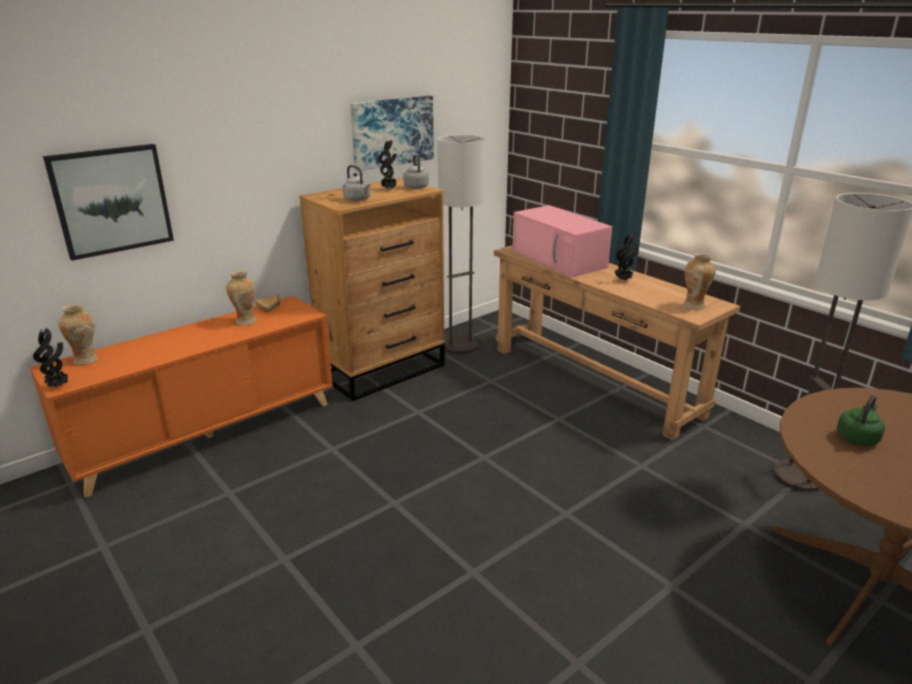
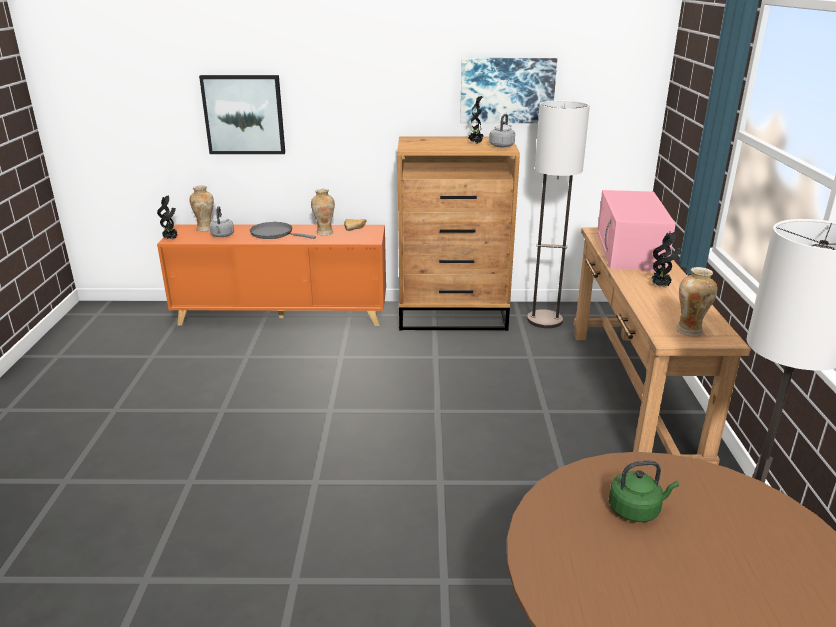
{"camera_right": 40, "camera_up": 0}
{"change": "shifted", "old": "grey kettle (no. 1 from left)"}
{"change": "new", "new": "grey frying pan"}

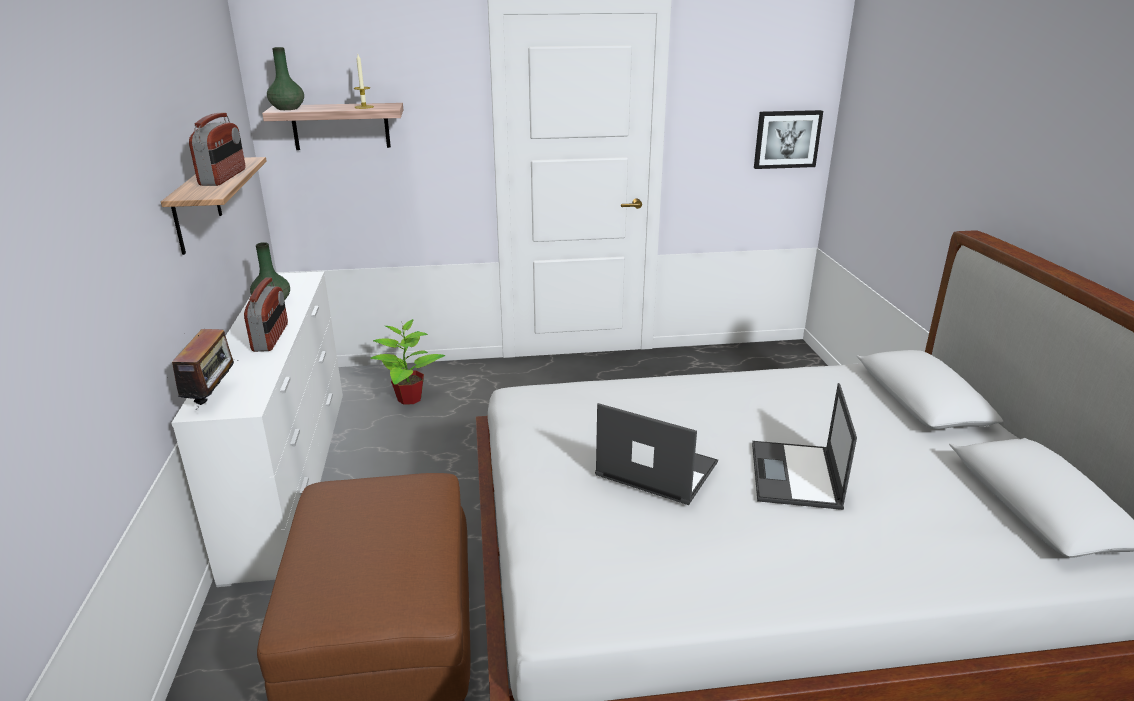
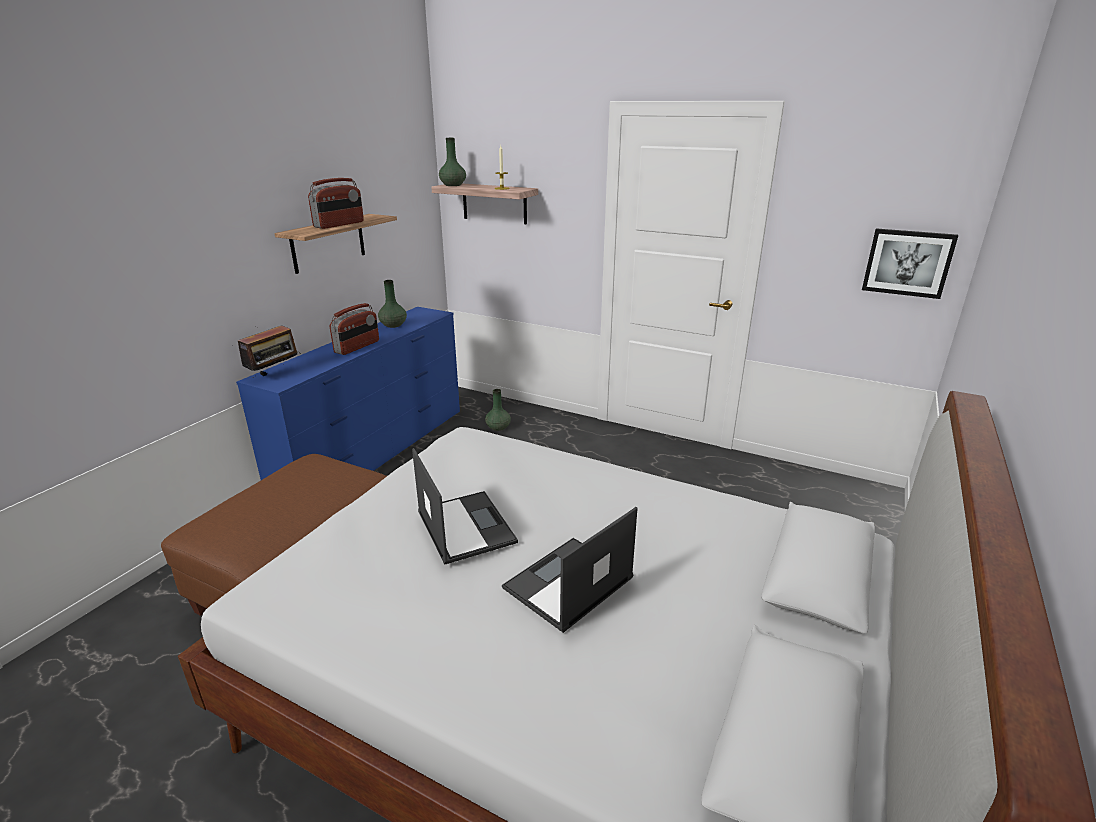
{"camera_right": 35, "camera_up": 0}
{"change": "repainted", "old": "white dresser", "new": "blue dresser"}
{"change": "swapped", "old": "potted plant", "new": "green vase (no. 3 from left)"}

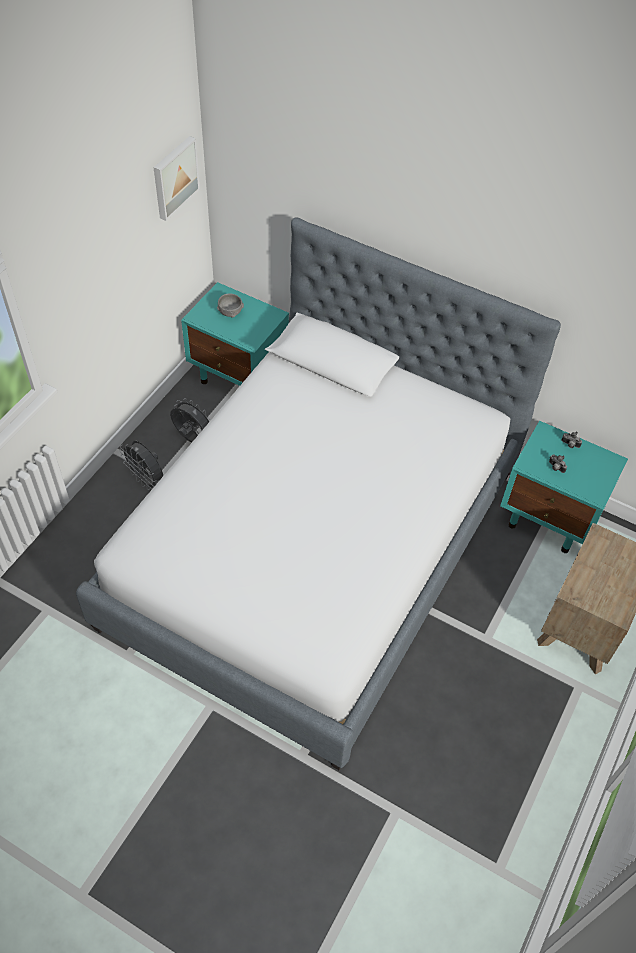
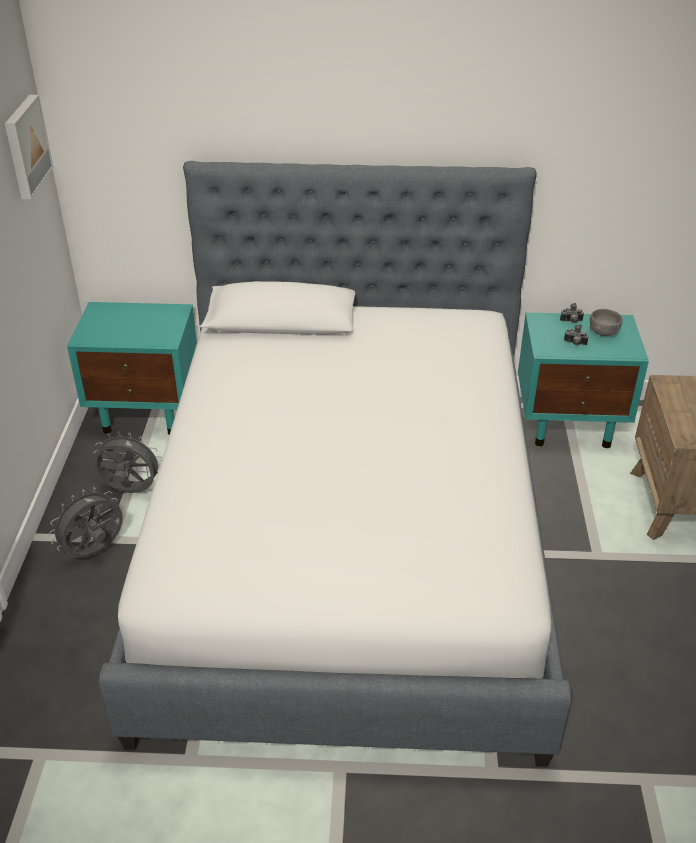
{"camera_right": -25, "camera_up": -15}
{"change": "rotated", "old": "grey fan (no. 1 from left)", "degrees": 120}
{"change": "shifted", "old": "grey bowl"}

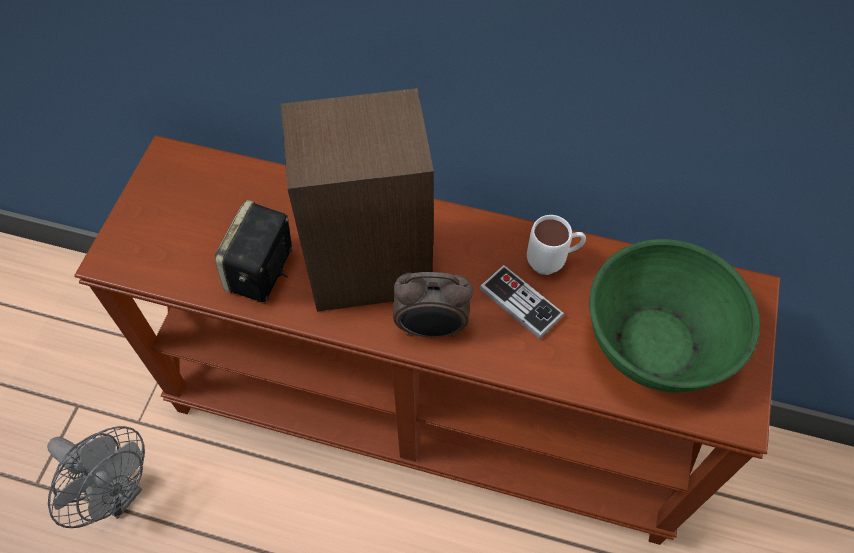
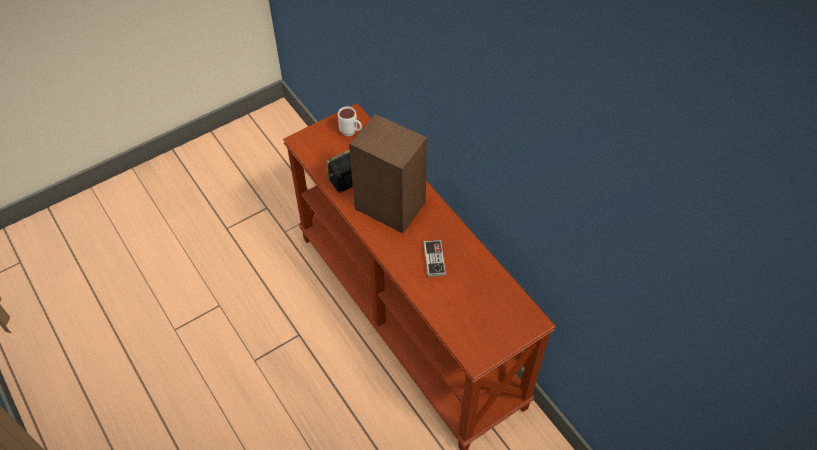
{"camera_right": 40, "camera_up": -5}
{"change": "gone", "old": "grey fan"}
{"change": "gone", "old": "alarm clock"}
{"change": "shifted", "old": "white mug"}
{"change": "gone", "old": "green bowl"}

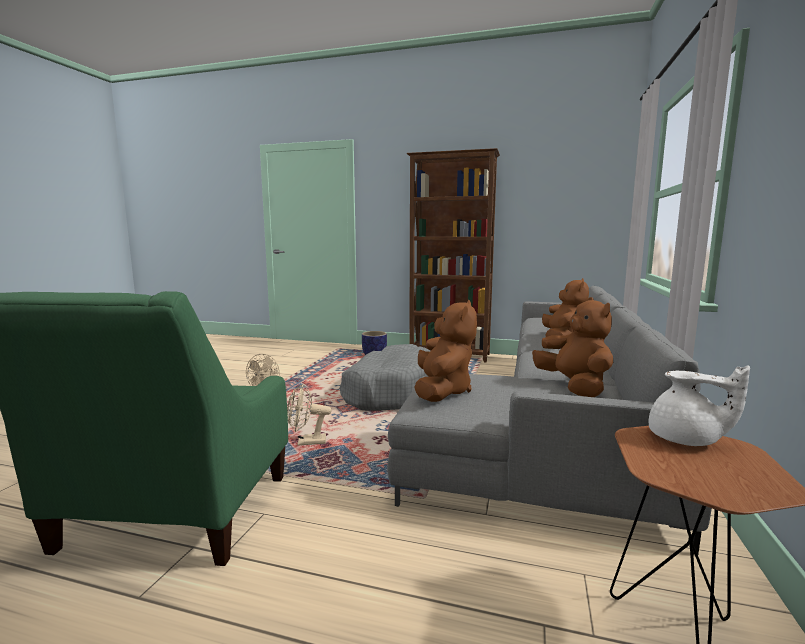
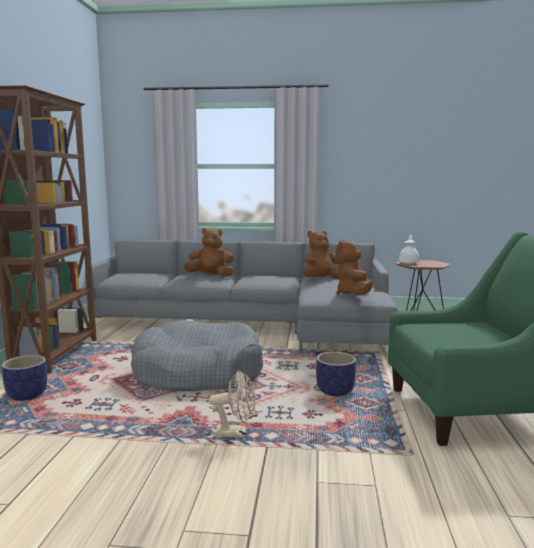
{"camera_right": -100, "camera_up": 0}
{"change": "swapped", "old": "beige fan (no. 2 from left)", "new": "planter (no. 2 from left)"}
{"change": "rotated", "old": "brown plush toy (no. 1 from left in the first image)", "degrees": -75}

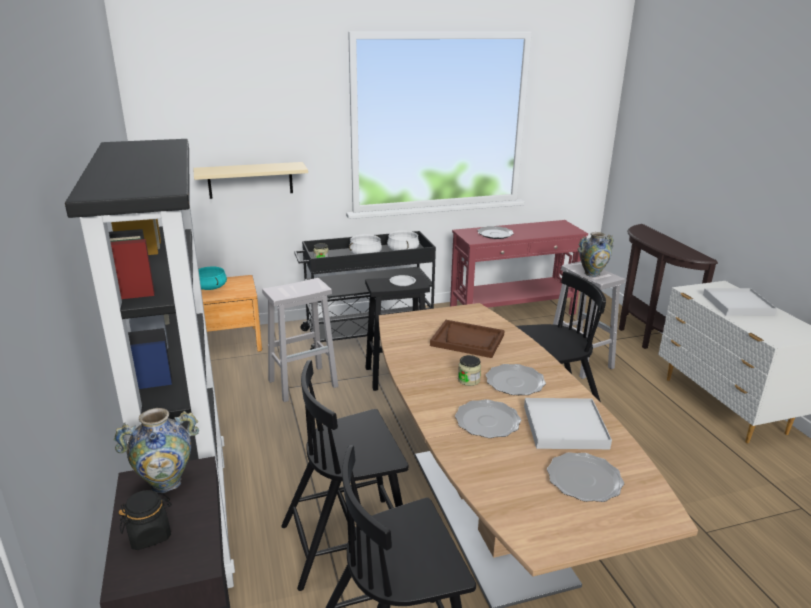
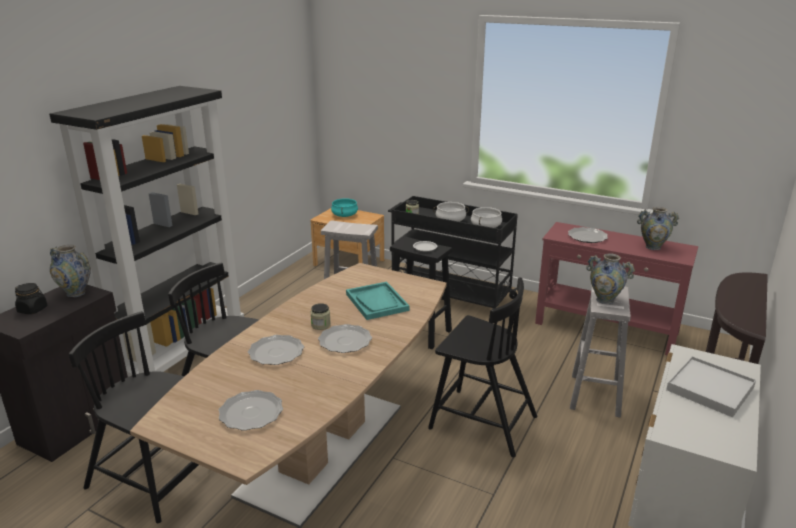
{"camera_right": 45, "camera_up": 0}
{"change": "gone", "old": "beige shelf"}
{"change": "repainted", "old": "brown tray", "new": "turquoise tray"}
{"change": "gone", "old": "white tray (no. 1 from left)"}
{"change": "new", "new": "vase (no. 3 from left)"}

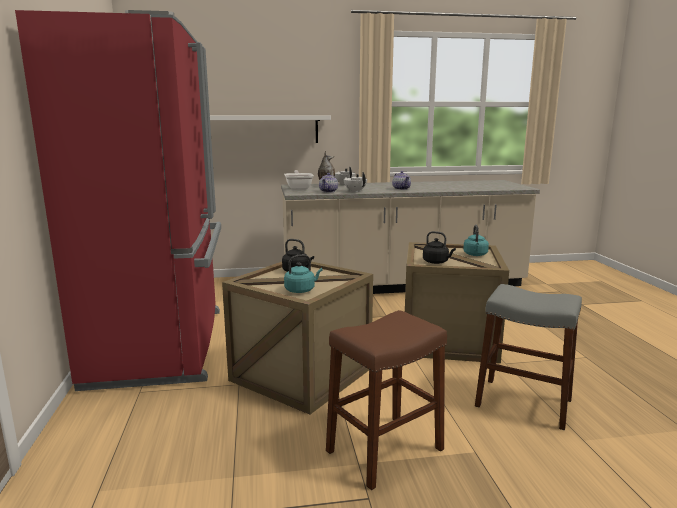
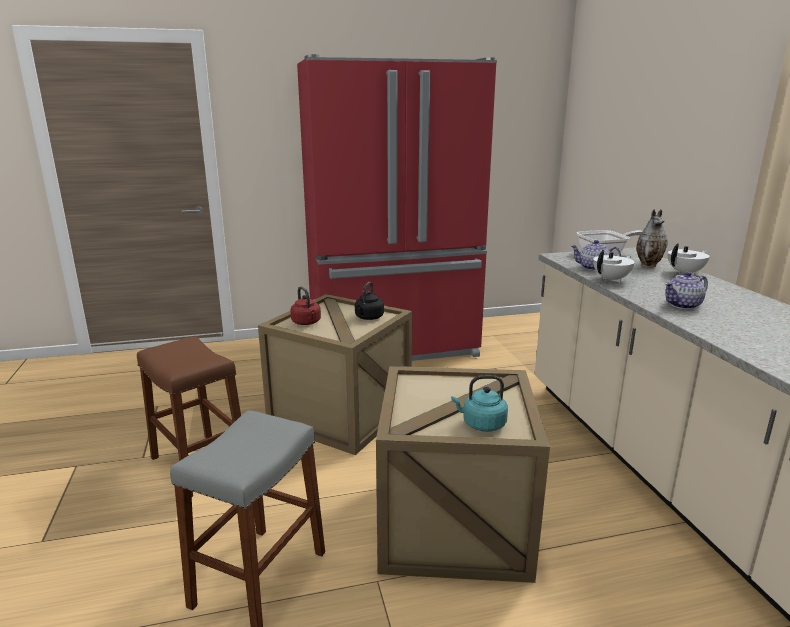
{"camera_right": 85, "camera_up": 5}
{"change": "gone", "old": "white shelf"}
{"change": "repainted", "old": "turquoise kettle (no. 1 from left)", "new": "red kettle"}
{"change": "gone", "old": "black kettle (no. 2 from left)"}

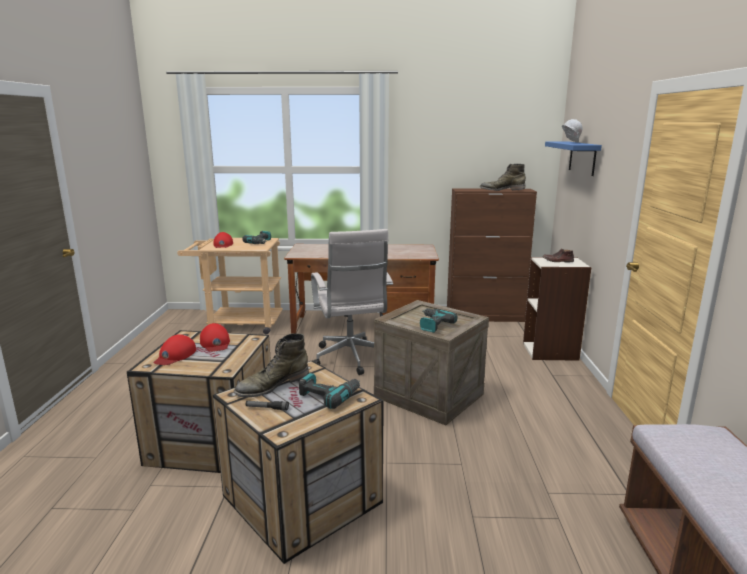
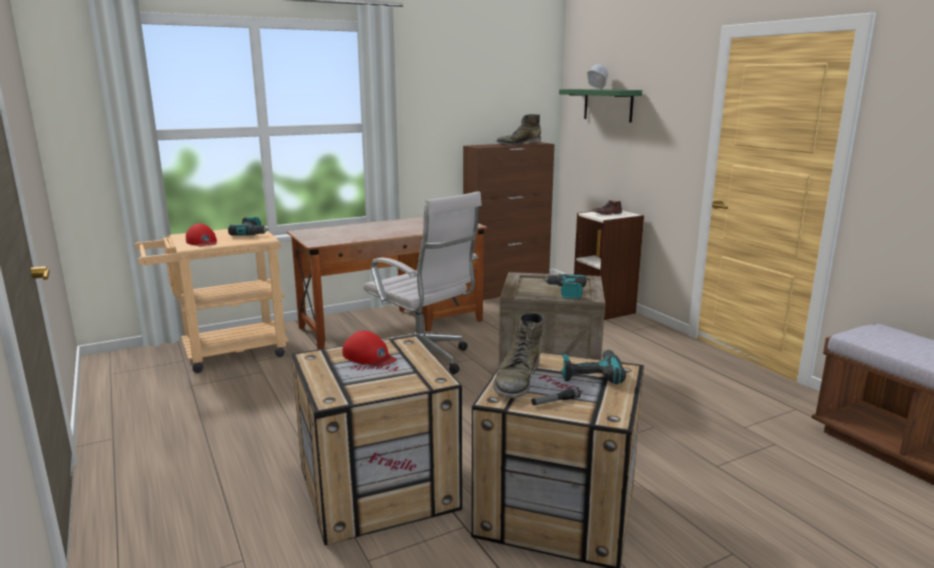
{"camera_right": -30, "camera_up": 0}
{"change": "gone", "old": "red cap (no. 1 from left)"}
{"change": "repainted", "old": "blue shelf", "new": "green shelf"}

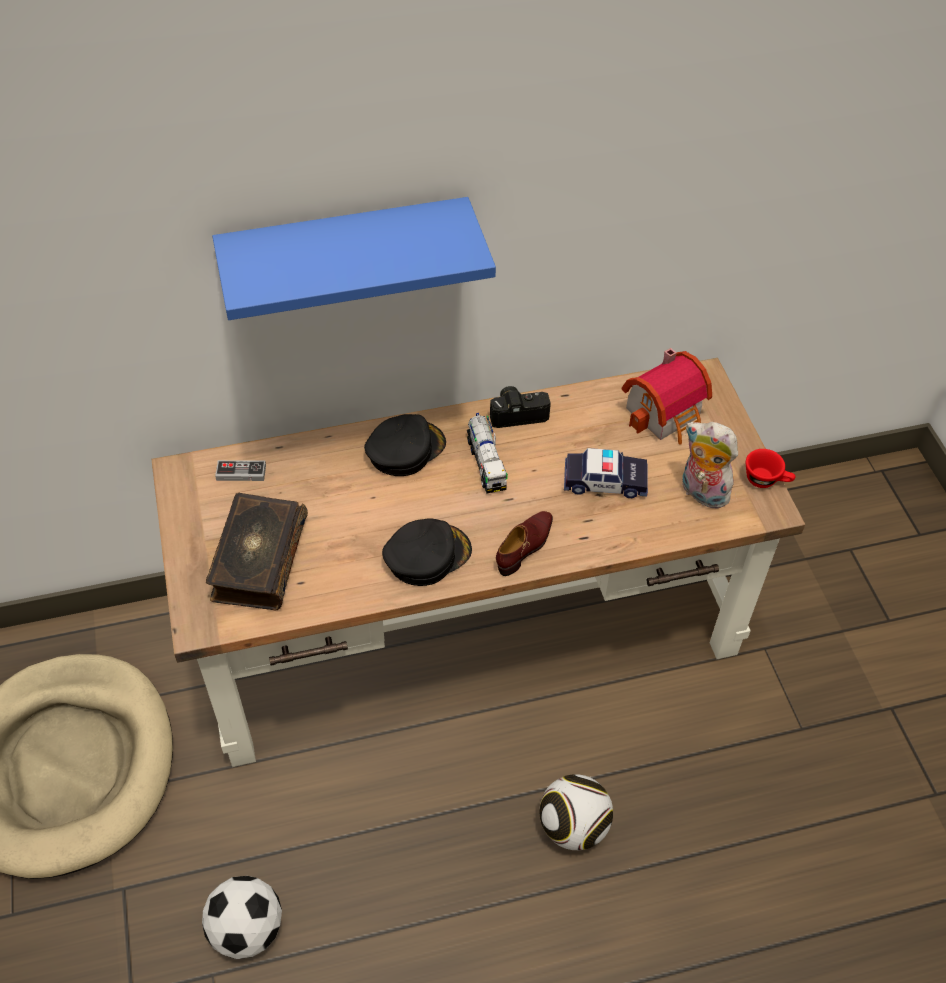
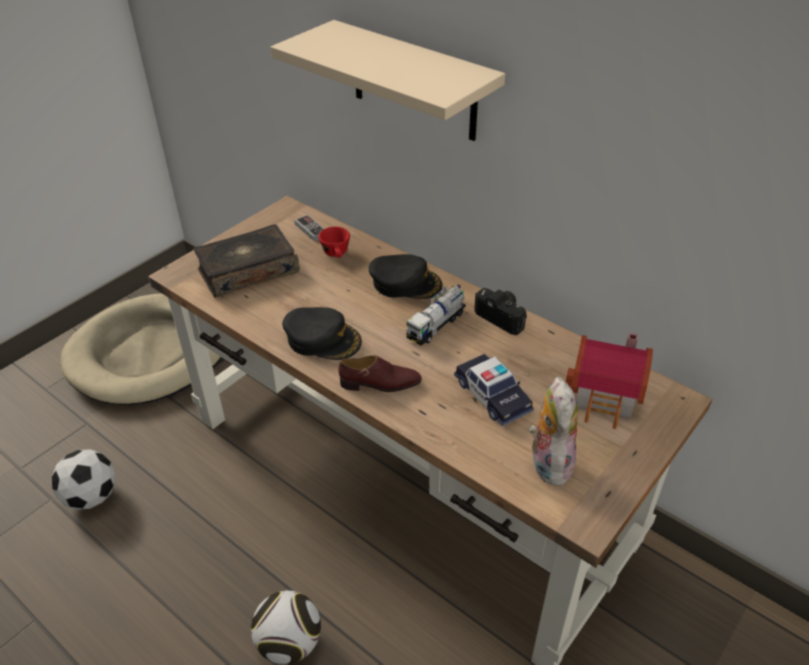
{"camera_right": 55, "camera_up": -10}
{"change": "repainted", "old": "blue shelf", "new": "beige shelf"}
{"change": "shifted", "old": "red cup"}

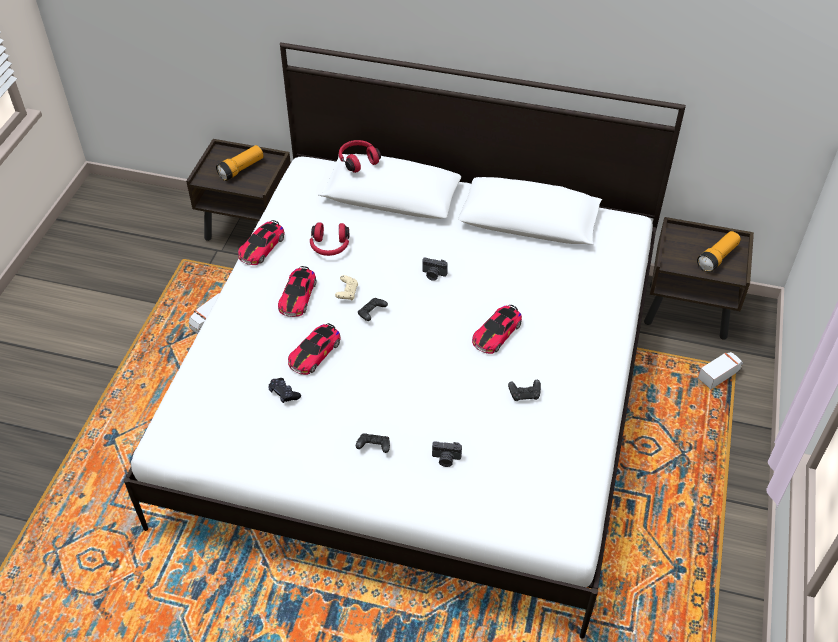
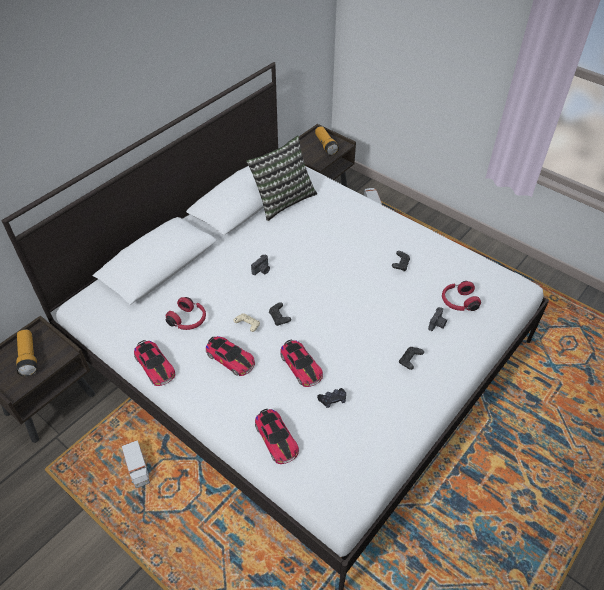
{"camera_right": -65, "camera_up": 0}
{"change": "shifted", "old": "red headphones (no. 2 from left)"}
{"change": "shifted", "old": "toy car (no. 4 from left in the first image)", "new": "toy car (no. 3 from left)"}
{"change": "new", "new": "pillow"}

